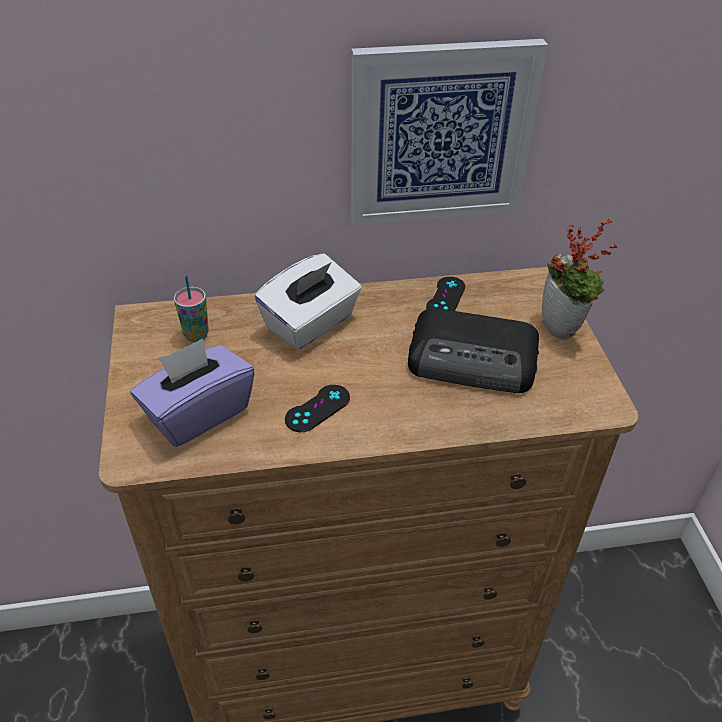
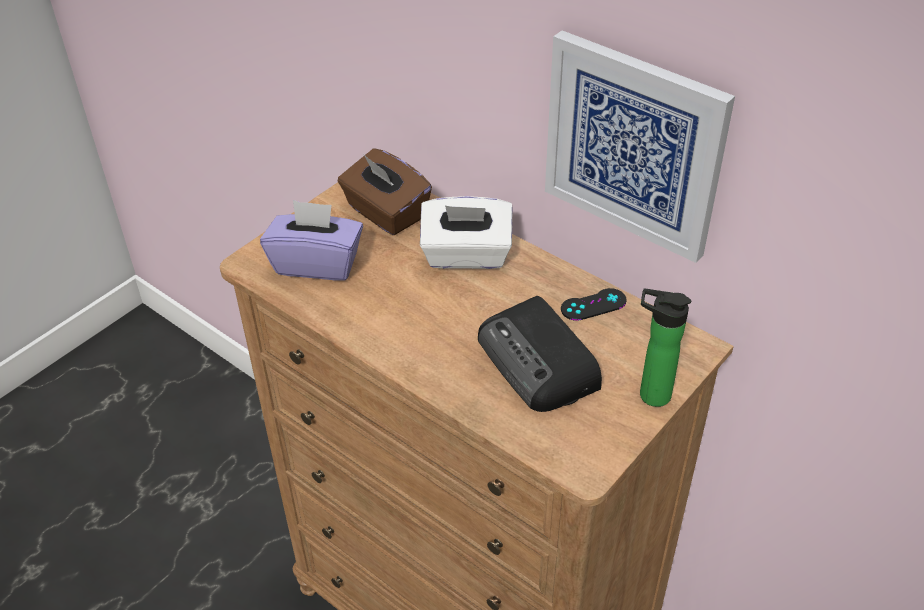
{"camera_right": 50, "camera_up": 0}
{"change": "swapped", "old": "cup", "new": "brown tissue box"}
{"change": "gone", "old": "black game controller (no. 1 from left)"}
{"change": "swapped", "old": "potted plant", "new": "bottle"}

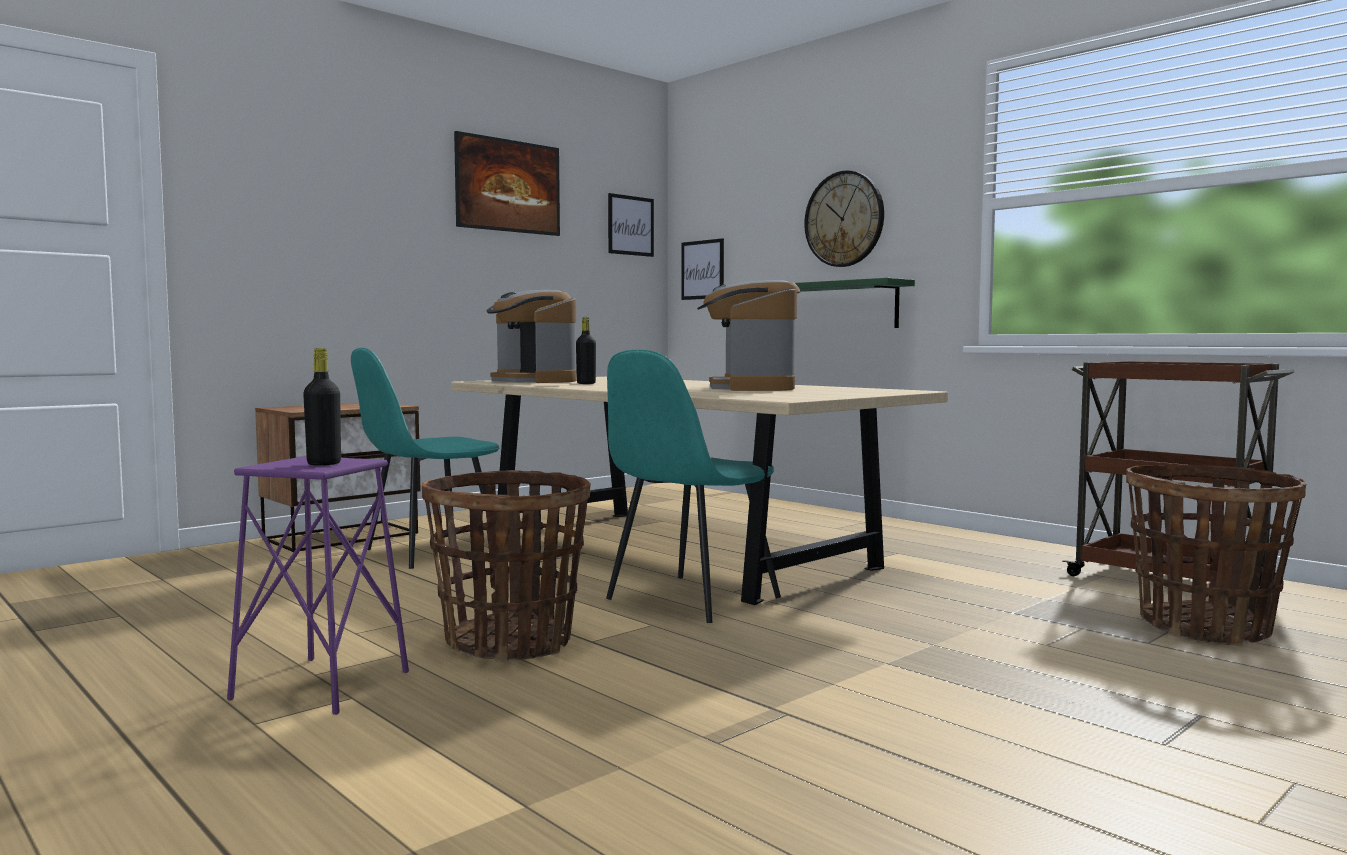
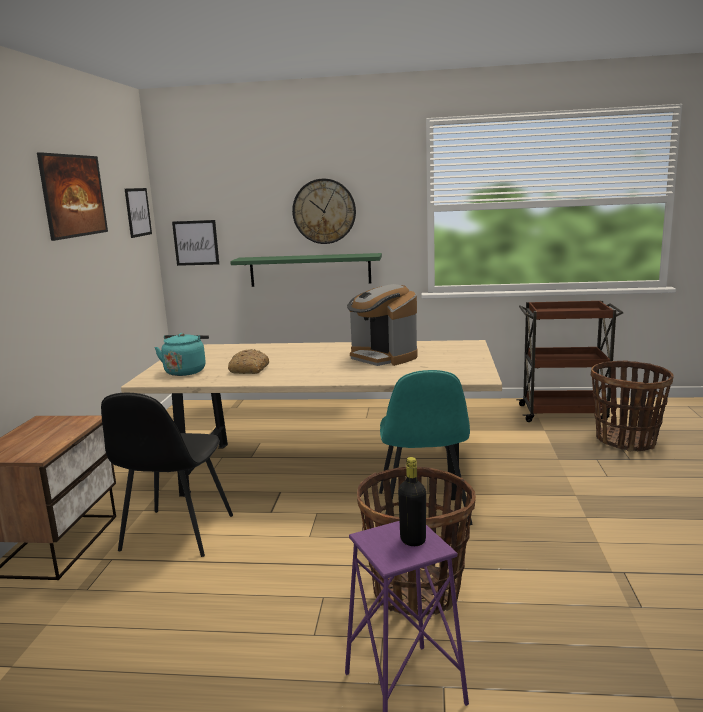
{"camera_right": -40, "camera_up": 10}
{"change": "repainted", "old": "turquoise chair (no. 1 from left)", "new": "black chair"}
{"change": "swapped", "old": "coffee machine (no. 1 from left)", "new": "turquoise kettle"}
{"change": "swapped", "old": "black bottle (no. 2 from left)", "new": "bread"}

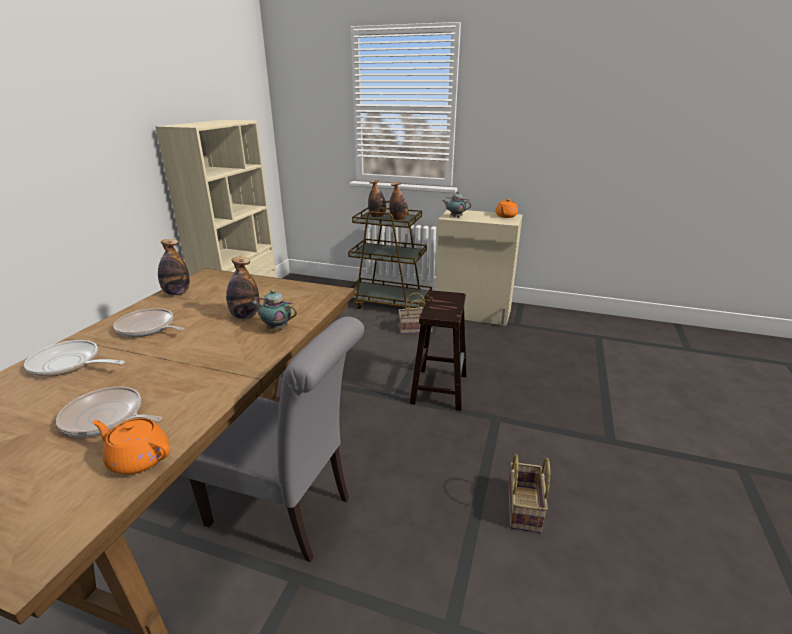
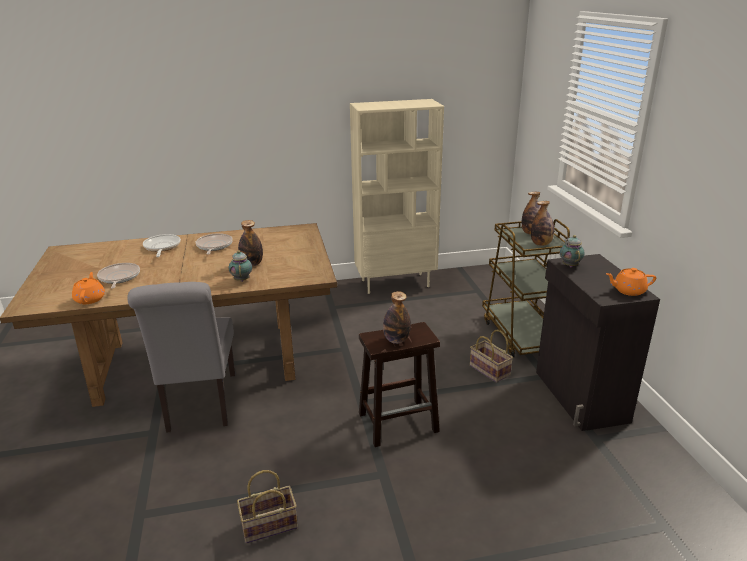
{"camera_right": 60, "camera_up": 0}
{"change": "shifted", "old": "bottle (no. 1 from left in the first image)", "new": "bottle (no. 2 from left)"}
{"change": "repainted", "old": "beige cabinet", "new": "black cabinet"}

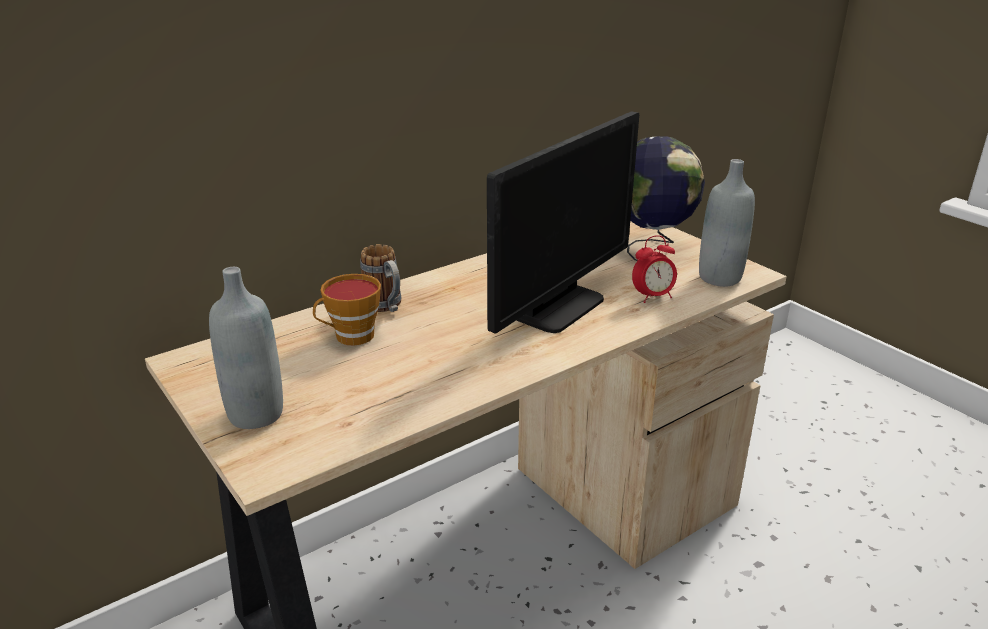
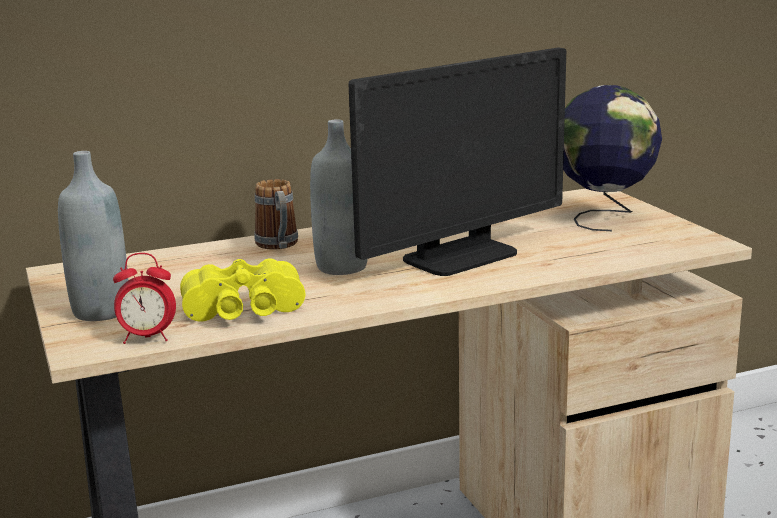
{"camera_right": 15, "camera_up": -10}
{"change": "gone", "old": "cup"}
{"change": "shifted", "old": "alarm clock"}
{"change": "shifted", "old": "grey bottle (no. 2 from left)"}
{"change": "new", "new": "yellow binoculars"}

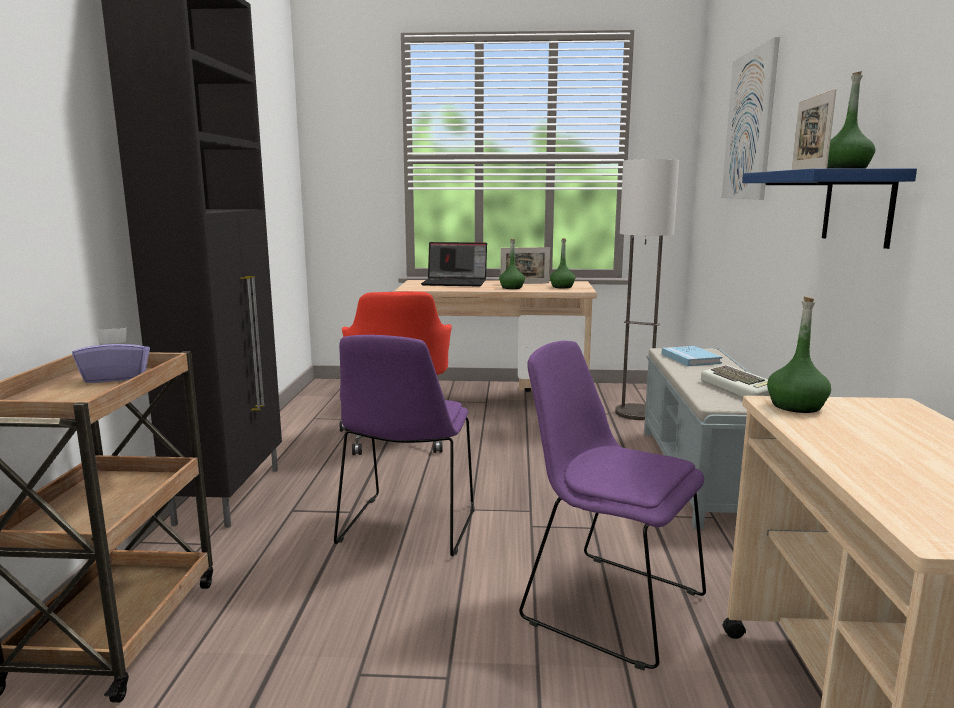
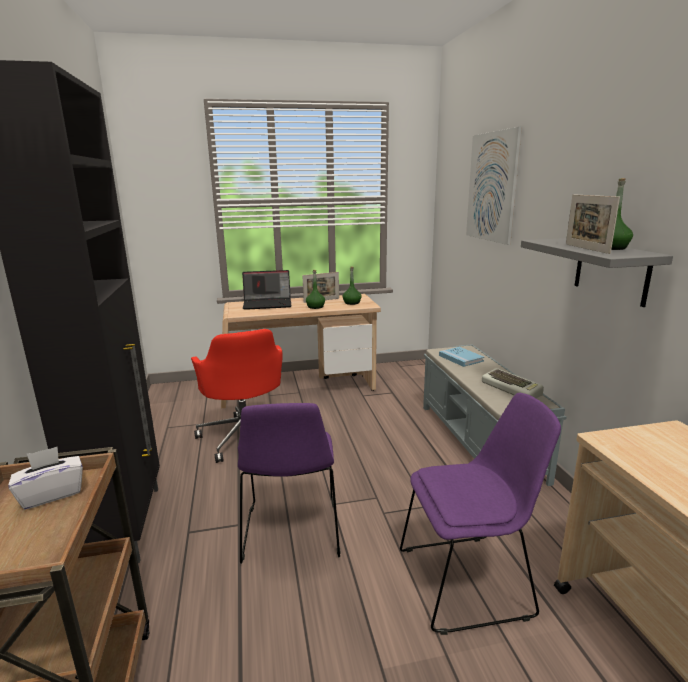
{"camera_right": -15, "camera_up": 5}
{"change": "repainted", "old": "purple tissue box", "new": "white tissue box"}
{"change": "rotated", "old": "purple chair (no. 2 from left)", "degrees": 150}
{"change": "gone", "old": "floor lamp"}
{"change": "repainted", "old": "blue shelf", "new": "grey shelf"}
{"change": "gone", "old": "green bottle (no. 3 from left)"}

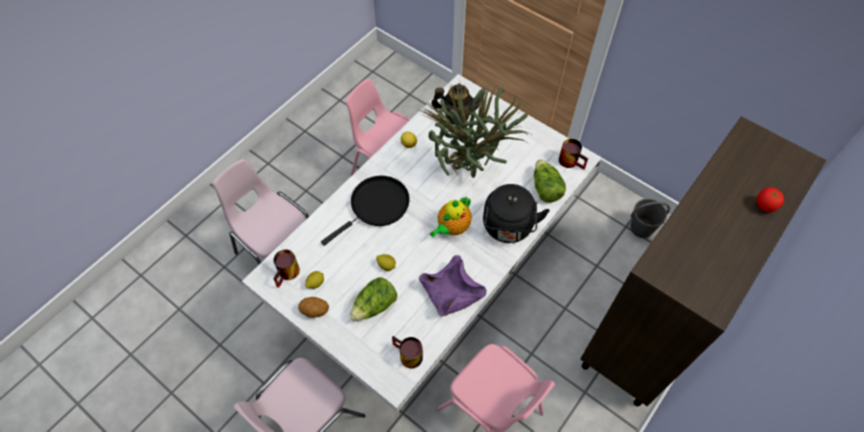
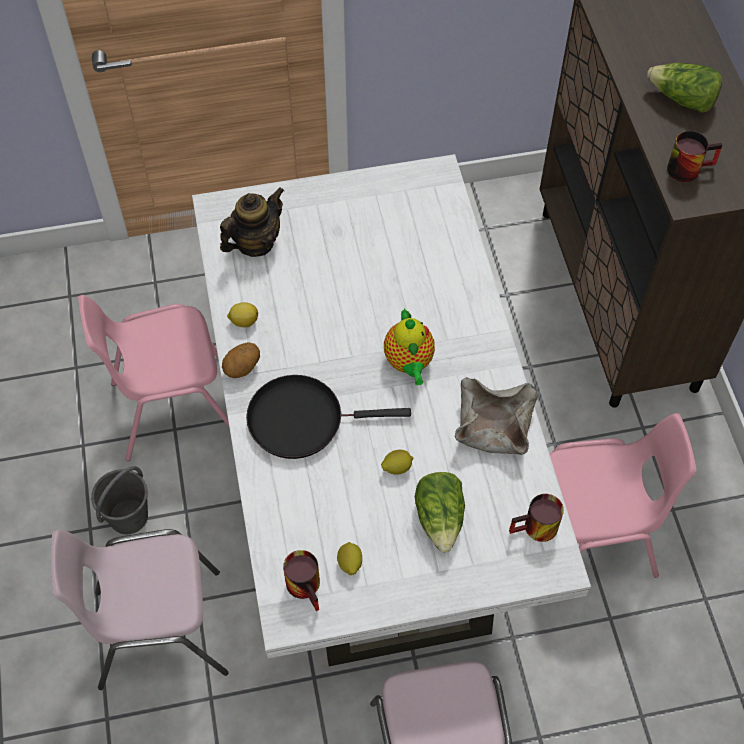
{"camera_right": -50, "camera_up": 0}
{"change": "shifted", "old": "potato"}
{"change": "rotated", "old": "black frying pan", "degrees": -90}
{"change": "gone", "old": "potted plant"}
{"change": "repainted", "old": "purple bowl", "new": "beige bowl"}
{"change": "gone", "old": "black kettle"}
{"change": "shifted", "old": "lettuce (no. 2 from left)"}
{"change": "shifted", "old": "mug (no. 3 from left)"}
{"change": "shifted", "old": "grey bucket"}
{"change": "gone", "old": "tomato"}

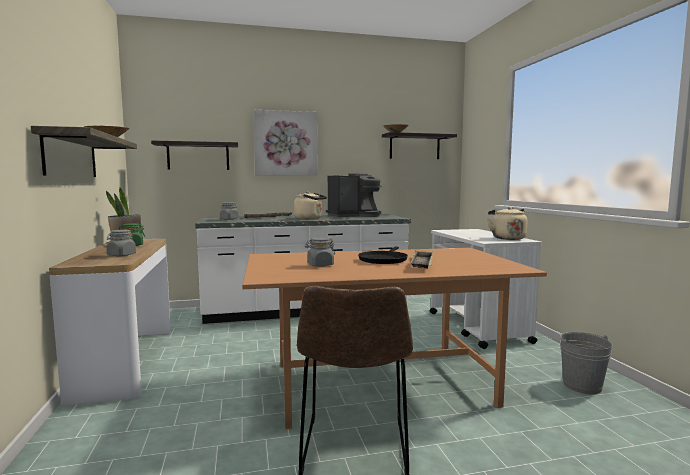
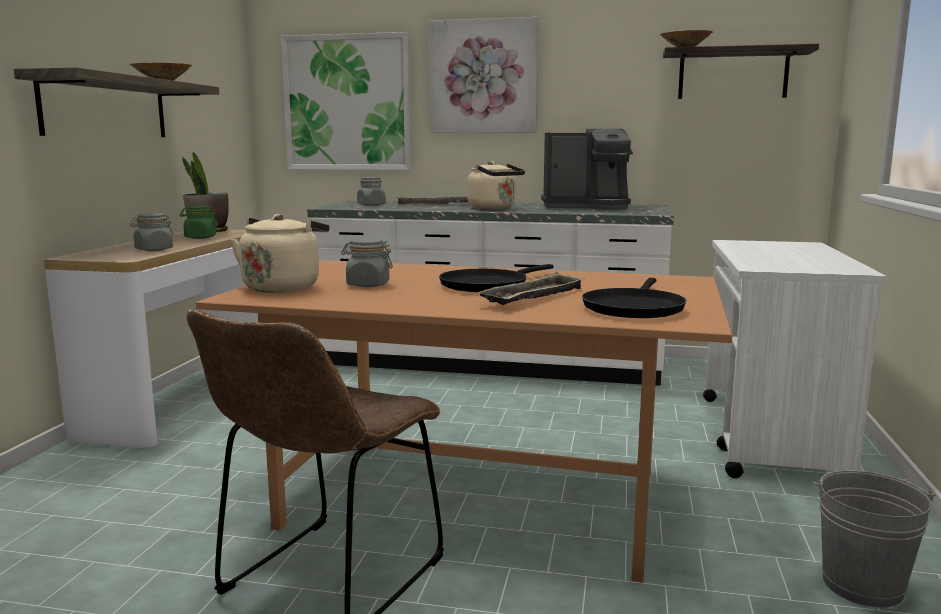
{"camera_right": 25, "camera_up": 5}
{"change": "swapped", "old": "shelf (no. 2 from left)", "new": "picture (no. 1 from left)"}
{"change": "shifted", "old": "beige kettle (no. 2 from left in the first image)", "new": "beige kettle (no. 1 from left)"}
{"change": "new", "new": "black frying pan (no. 2 from left)"}

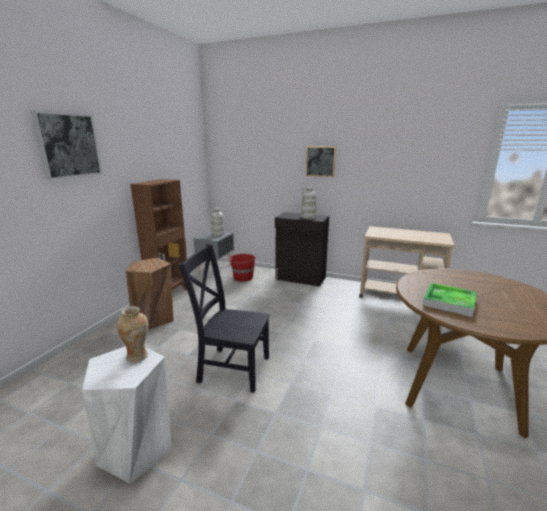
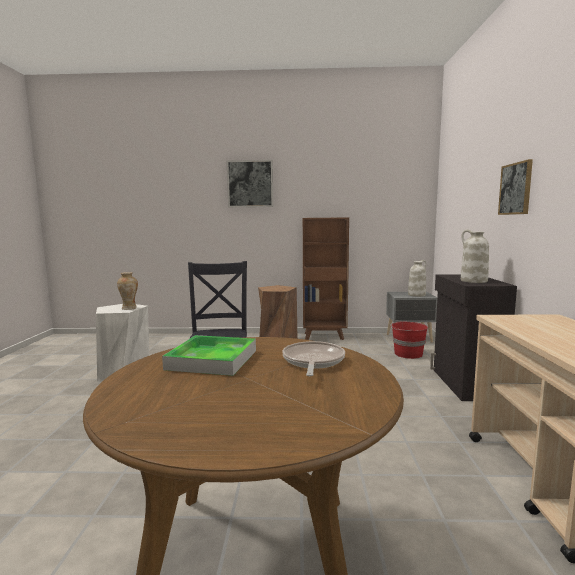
{"camera_right": 70, "camera_up": -10}
{"change": "new", "new": "frying pan"}

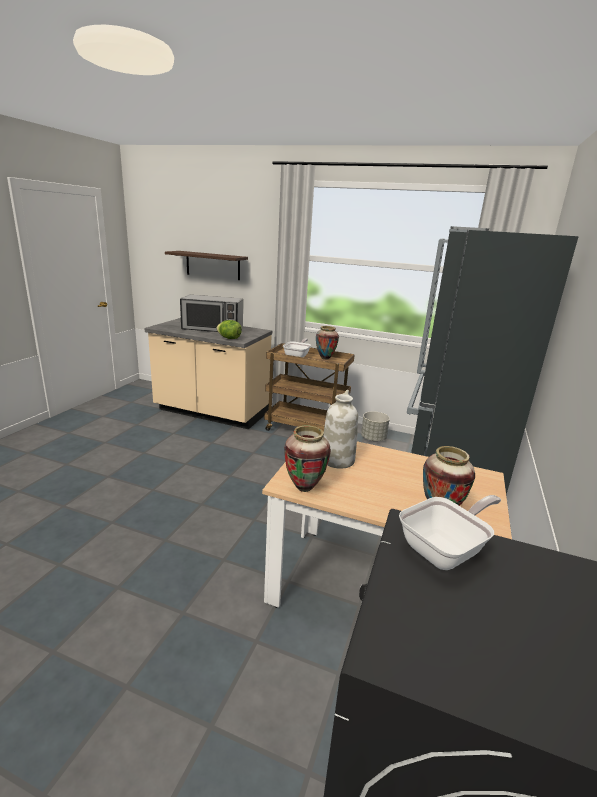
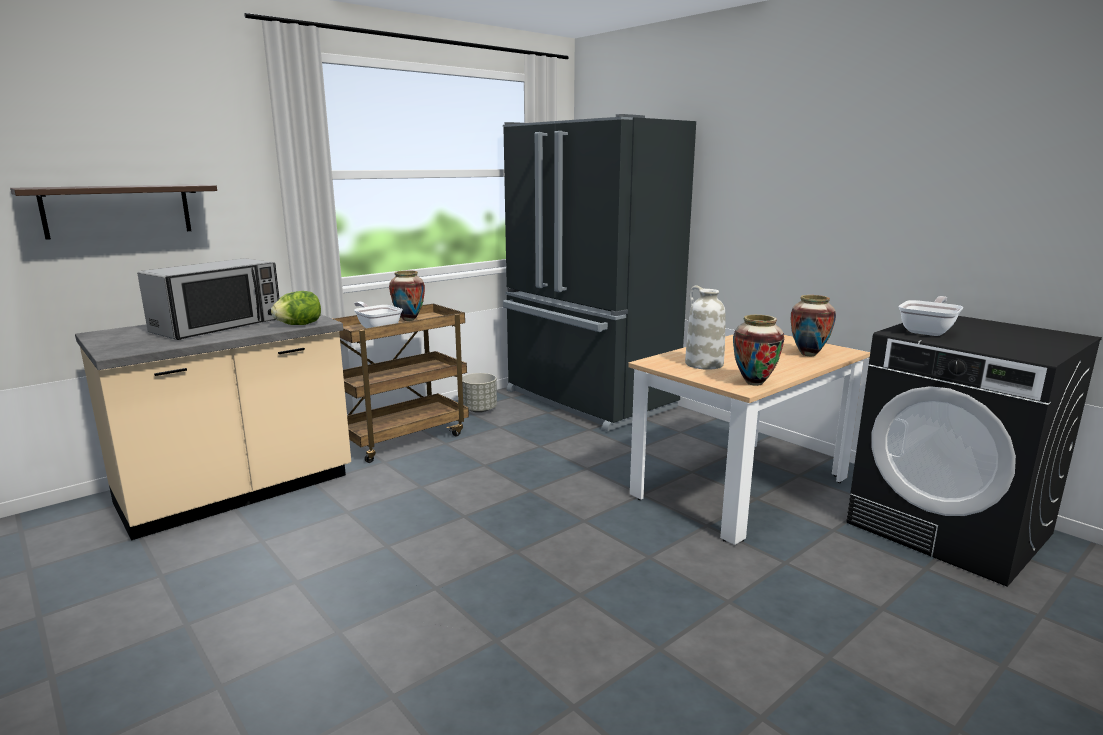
{"camera_right": -60, "camera_up": -5}
{"change": "rotated", "old": "frying pan (no. 2 from left)", "degrees": 45}

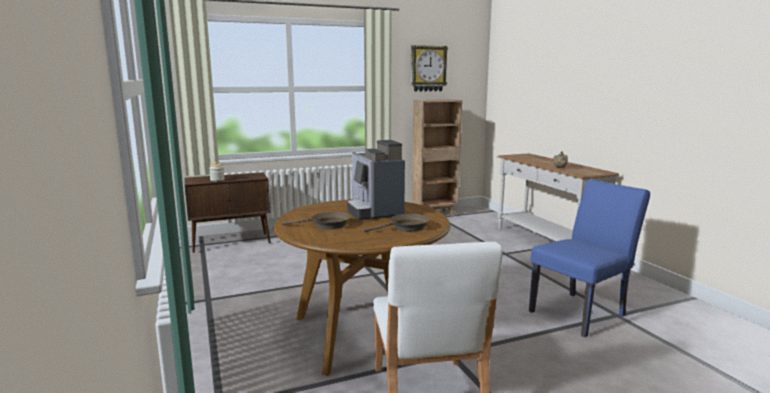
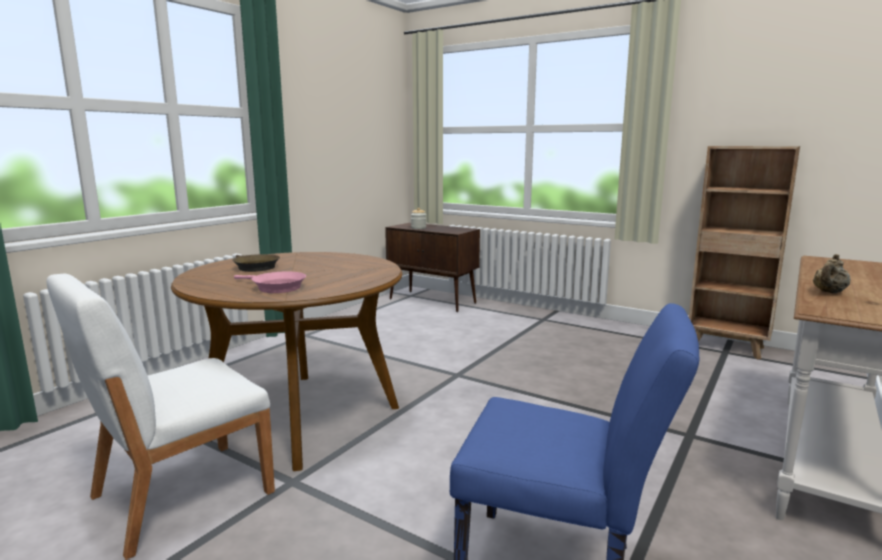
{"camera_right": 55, "camera_up": 0}
{"change": "gone", "old": "coffee machine"}
{"change": "repainted", "old": "brown frying pan (no. 2 from left)", "new": "pink frying pan"}
{"change": "gone", "old": "wall clock"}

